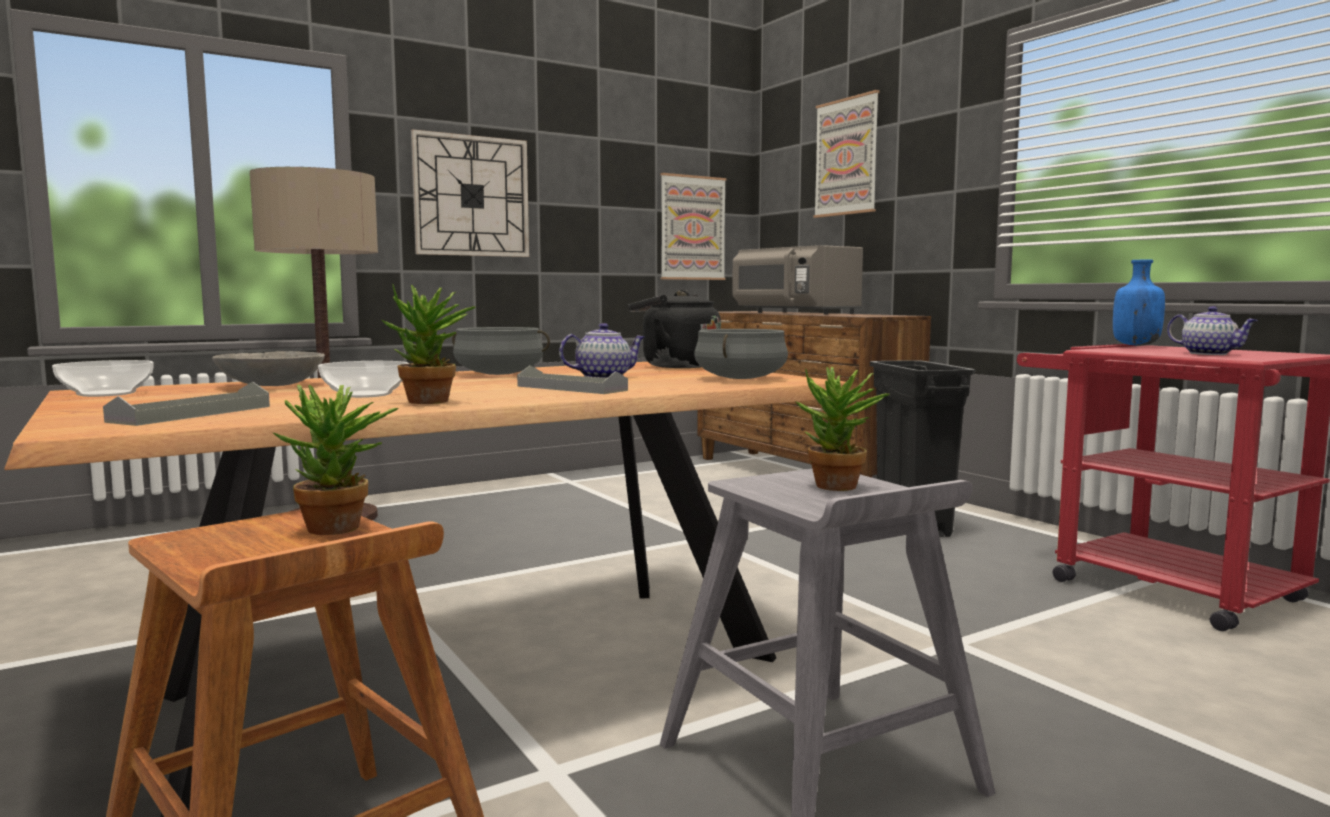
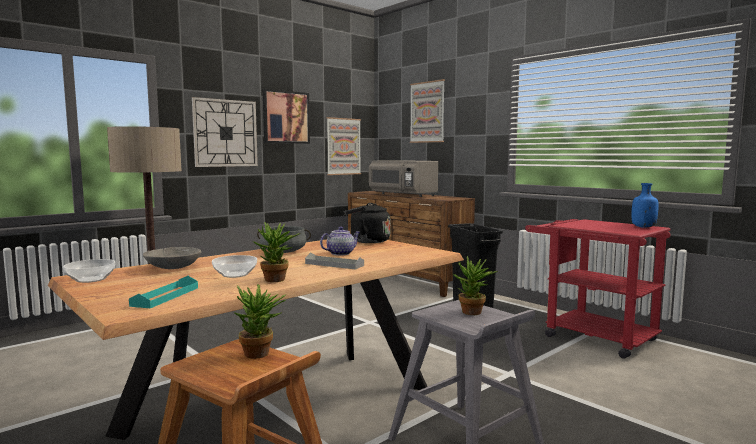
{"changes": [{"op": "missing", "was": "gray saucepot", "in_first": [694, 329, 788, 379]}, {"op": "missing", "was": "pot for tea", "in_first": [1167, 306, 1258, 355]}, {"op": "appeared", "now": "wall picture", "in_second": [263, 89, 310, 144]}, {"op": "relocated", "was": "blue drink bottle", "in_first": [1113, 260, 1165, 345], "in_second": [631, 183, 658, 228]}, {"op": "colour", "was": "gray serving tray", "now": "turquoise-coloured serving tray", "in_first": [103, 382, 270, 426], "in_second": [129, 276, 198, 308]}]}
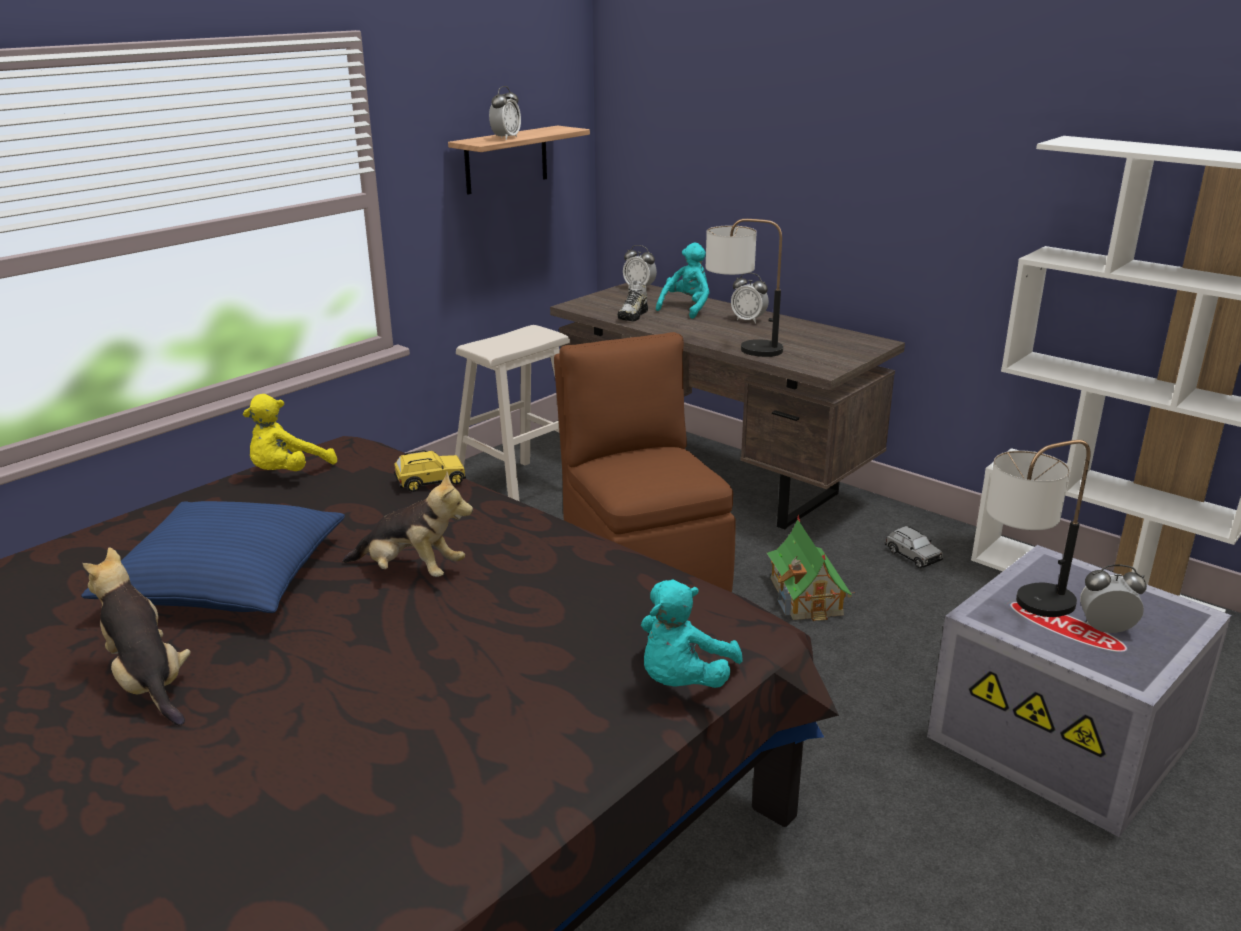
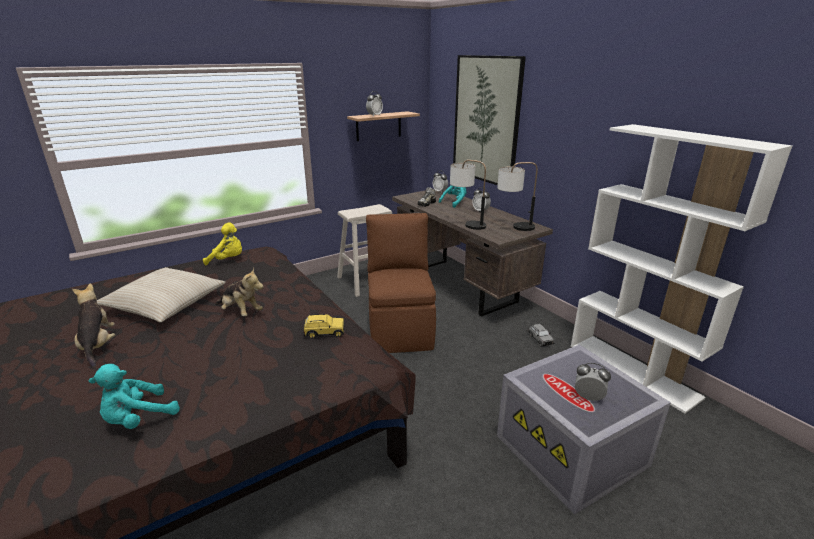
{"changes": [{"op": "missing", "was": "toy house", "in_first": [767, 515, 855, 621]}, {"op": "appeared", "now": "wall picture", "in_second": [453, 55, 526, 185]}, {"op": "relocated", "was": "yellowish model car", "in_first": [394, 450, 466, 492], "in_second": [303, 314, 344, 339]}, {"op": "relocated", "was": "turquoise-coloured soft toy", "in_first": [641, 579, 743, 688], "in_second": [89, 364, 180, 429]}, {"op": "relocated", "was": "tabletop lamp", "in_first": [986, 440, 1091, 617], "in_second": [497, 162, 538, 231]}, {"op": "colour", "was": "blue pillow", "now": "beige-coloured pillow", "in_first": [81, 501, 345, 613], "in_second": [97, 267, 226, 322]}, {"op": "spun", "was": "yellowish soft toy", "in_first": [243, 394, 337, 471], "in_second": [203, 222, 242, 265], "clockwise": -135}]}
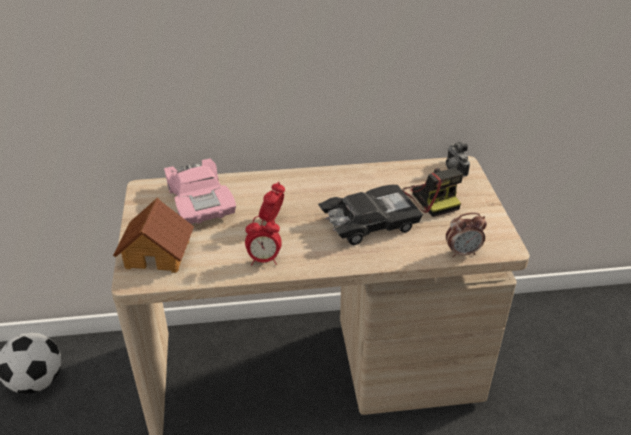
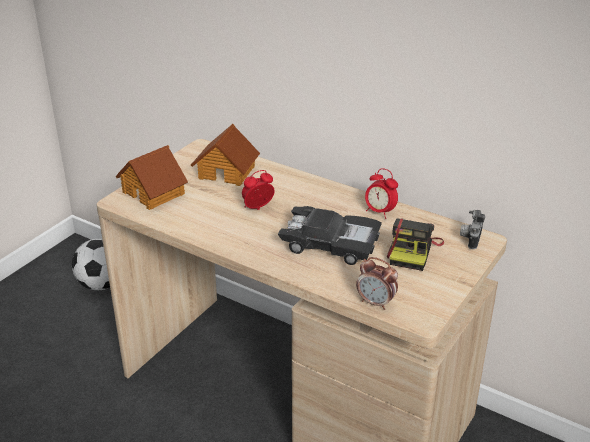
{"changes": [{"op": "relocated", "was": "alarm clock", "in_first": [245, 215, 282, 266], "in_second": [365, 168, 398, 219]}, {"op": "exchanged", "was": "pink-coloured model car", "now": "toy house", "in_first": [164, 158, 236, 224], "in_second": [191, 124, 260, 186]}]}
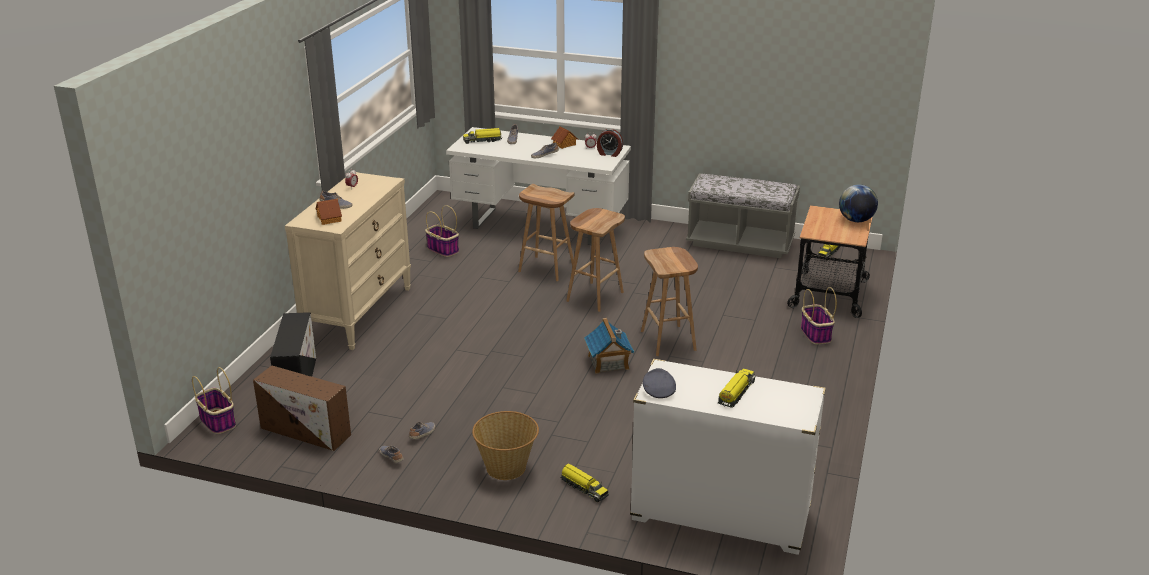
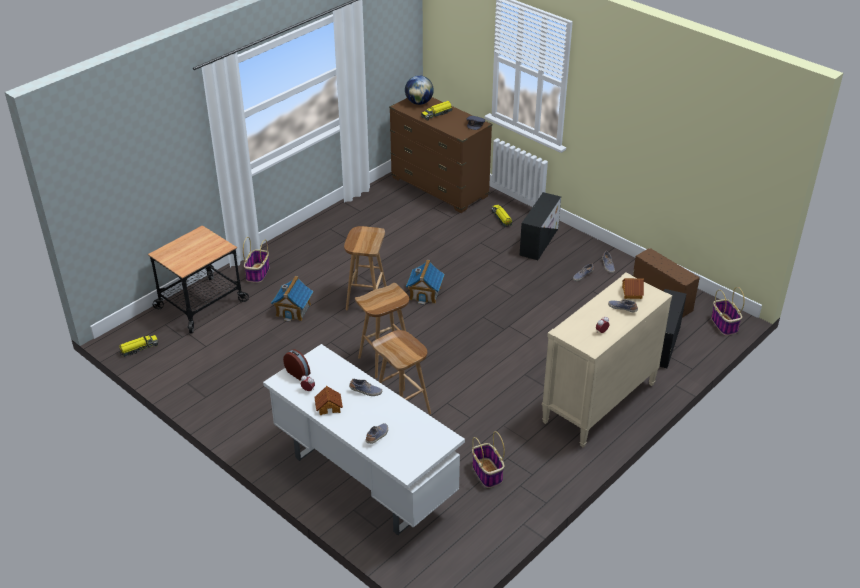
{"changes": [{"op": "missing", "was": "toy truck", "in_first": [463, 128, 502, 144]}, {"op": "missing", "was": "gray long seat", "in_first": [686, 173, 800, 258]}, {"op": "appeared", "now": "toy house", "in_second": [271, 276, 313, 322]}, {"op": "relocated", "was": "desk globe", "in_first": [839, 184, 878, 222], "in_second": [405, 75, 434, 105]}, {"op": "exchanged", "was": "household basket", "now": "black-coloured storage box", "in_first": [472, 411, 539, 480], "in_second": [520, 192, 561, 260]}, {"op": "colour", "was": "whitish drawer chest", "now": "brown drawer chest", "in_first": [630, 359, 826, 555], "in_second": [389, 97, 492, 213]}]}
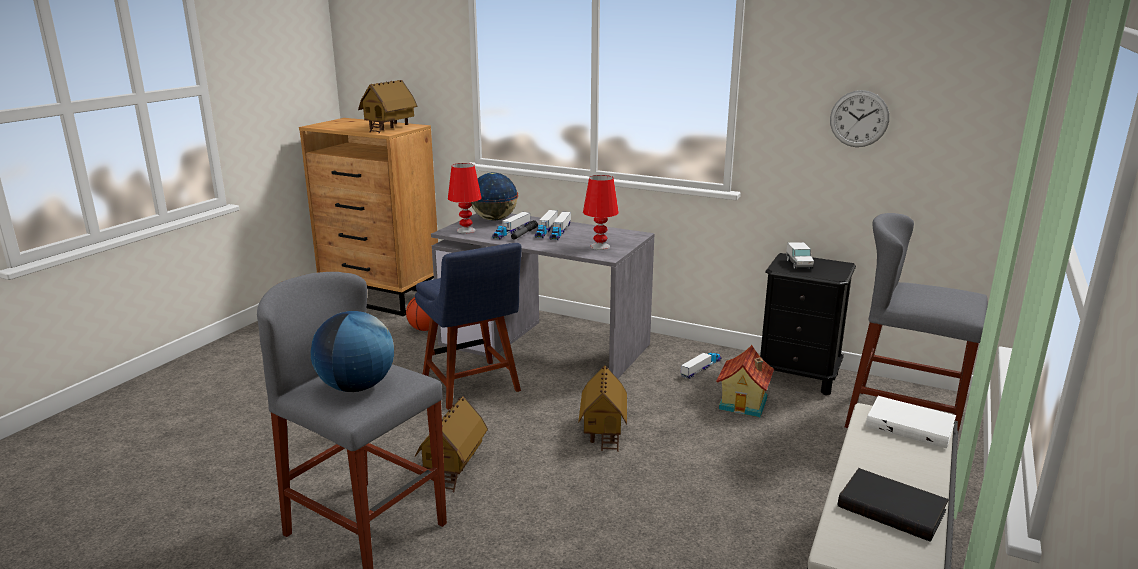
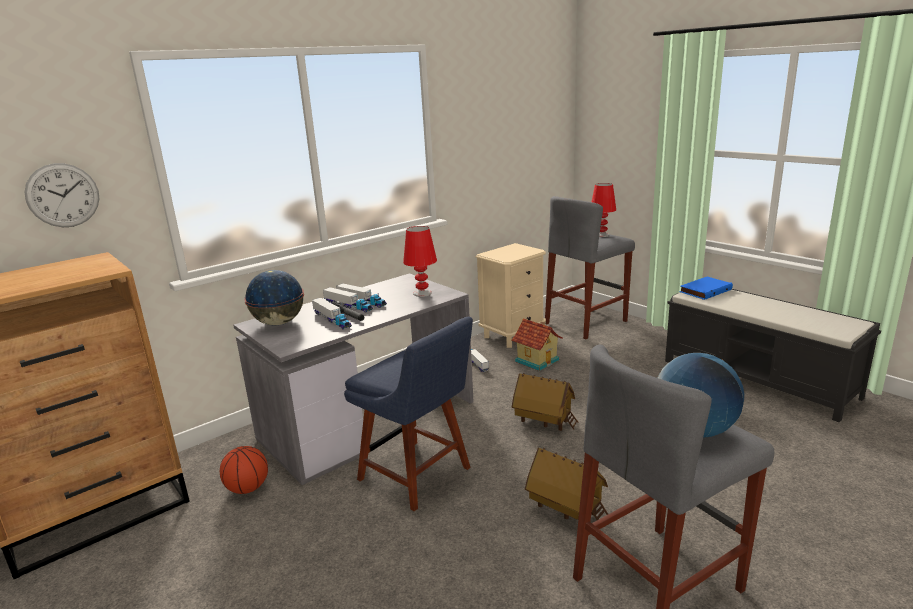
{"changes": [{"op": "missing", "was": "toy house", "in_first": [358, 80, 418, 133]}, {"op": "missing", "was": "toy truck", "in_first": [786, 242, 814, 269]}, {"op": "missing", "was": "black-coloured volume", "in_first": [838, 468, 949, 542]}, {"op": "relocated", "was": "red-coloured tabletop lamp", "in_first": [448, 163, 482, 233], "in_second": [592, 183, 616, 237]}, {"op": "relocated", "was": "hanging clock", "in_first": [830, 90, 889, 147], "in_second": [24, 163, 99, 227]}, {"op": "colour", "was": "black-coloured night table", "now": "beige-coloured night table", "in_first": [760, 253, 856, 395], "in_second": [476, 243, 546, 348]}, {"op": "colour", "was": "whitish volume", "now": "blue volume", "in_first": [866, 396, 956, 449], "in_second": [679, 277, 733, 300]}, {"op": "spun", "was": "blue upright chair", "in_first": [415, 243, 522, 410], "in_second": [344, 317, 473, 511], "clockwise": 45}]}
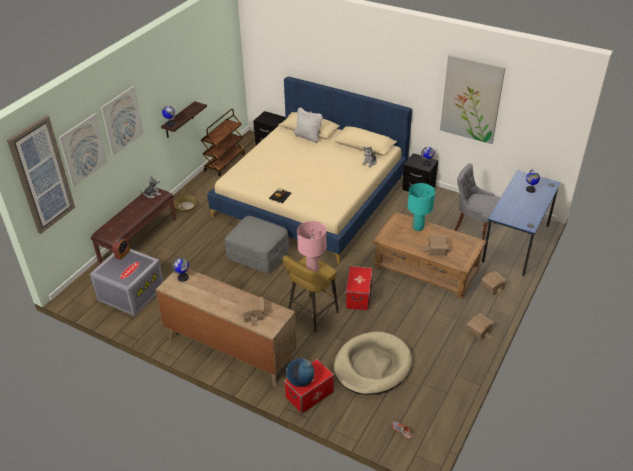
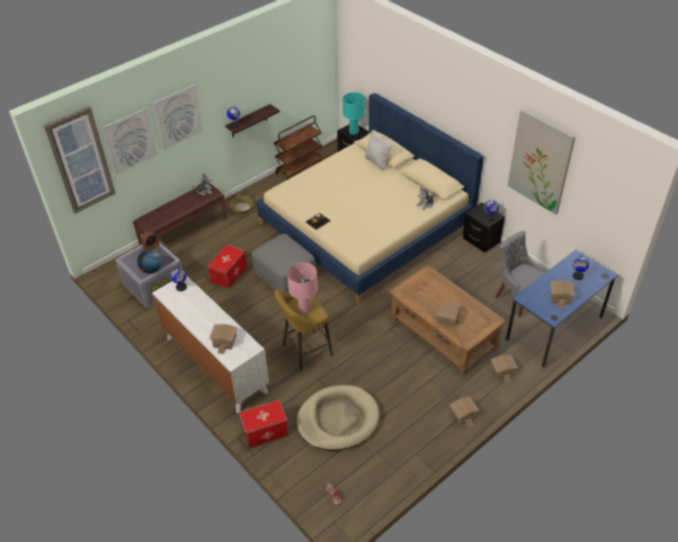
{"changes": [{"op": "appeared", "now": "toy house", "in_second": [550, 280, 575, 309]}, {"op": "relocated", "was": "desk globe", "in_first": [286, 358, 314, 387], "in_second": [137, 249, 162, 273]}, {"op": "relocated", "was": "storage box", "in_first": [345, 266, 373, 311], "in_second": [207, 244, 247, 289]}, {"op": "relocated", "was": "turquoise-coloured tabletop lamp", "in_first": [407, 183, 435, 231], "in_second": [343, 92, 365, 135]}, {"op": "colour", "was": "brown drawer chest", "now": "whitish drawer chest", "in_first": [155, 269, 297, 386], "in_second": [152, 275, 269, 413]}]}
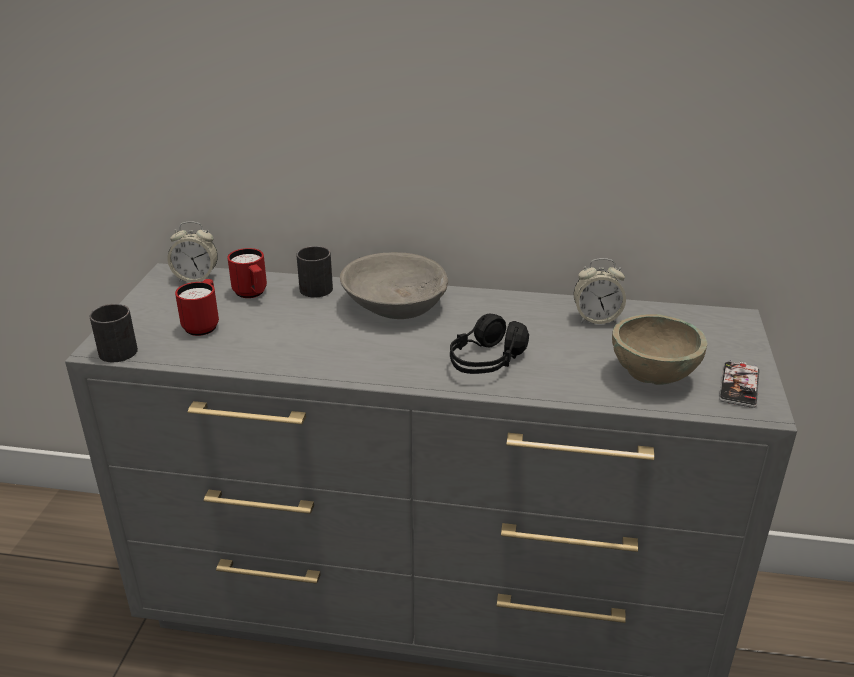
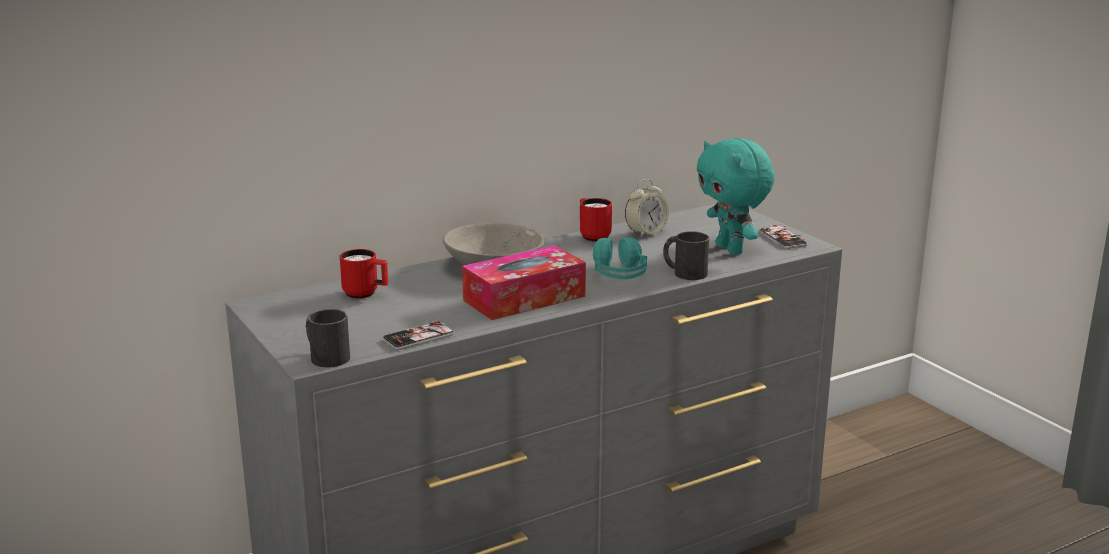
{"changes": [{"op": "missing", "was": "alarm clock", "in_first": [168, 221, 218, 282]}, {"op": "appeared", "now": "phone", "in_second": [382, 319, 454, 350]}, {"op": "appeared", "now": "tissue holder", "in_second": [462, 245, 586, 320]}, {"op": "relocated", "was": "red-coloured mug", "in_first": [175, 279, 219, 336], "in_second": [580, 198, 612, 242]}, {"op": "relocated", "was": "black-coloured mug", "in_first": [296, 246, 333, 298], "in_second": [663, 231, 709, 280]}, {"op": "exchanged", "was": "beige-coloured serving bowl", "now": "turquoise-coloured soft toy", "in_first": [612, 314, 707, 385], "in_second": [697, 138, 775, 255]}, {"op": "colour", "was": "black-coloured headset", "now": "turquoise-coloured headset", "in_first": [450, 314, 529, 374], "in_second": [593, 237, 647, 279]}]}
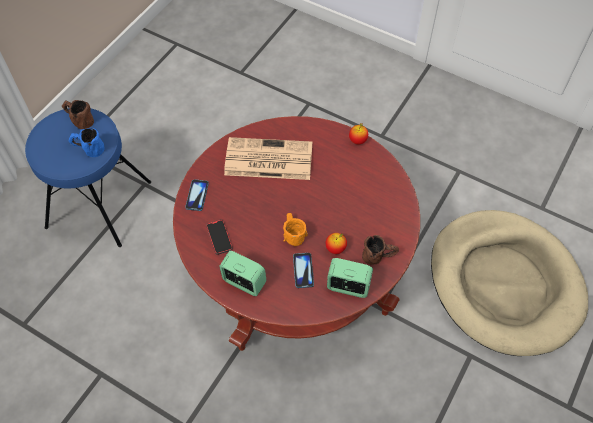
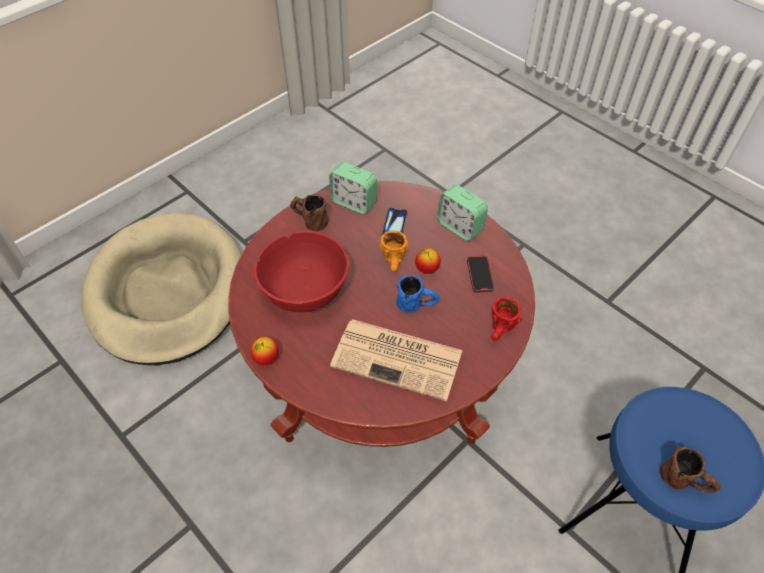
{"changes": [{"op": "appeared", "now": "red-coloured serving bowl", "in_second": [254, 231, 349, 312]}, {"op": "relocated", "was": "blue mug", "in_first": [69, 128, 105, 157], "in_second": [396, 275, 440, 312]}, {"op": "relocated", "was": "apple fruit", "in_first": [326, 233, 347, 254], "in_second": [415, 248, 441, 274]}, {"op": "exchanged", "was": "phone", "now": "red-coloured mug", "in_first": [185, 179, 209, 211], "in_second": [491, 297, 522, 341]}]}
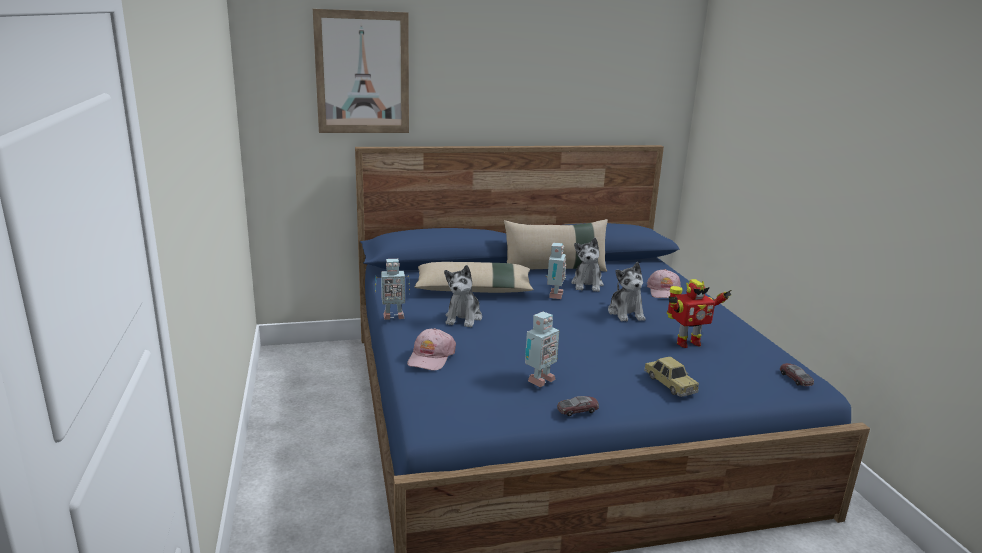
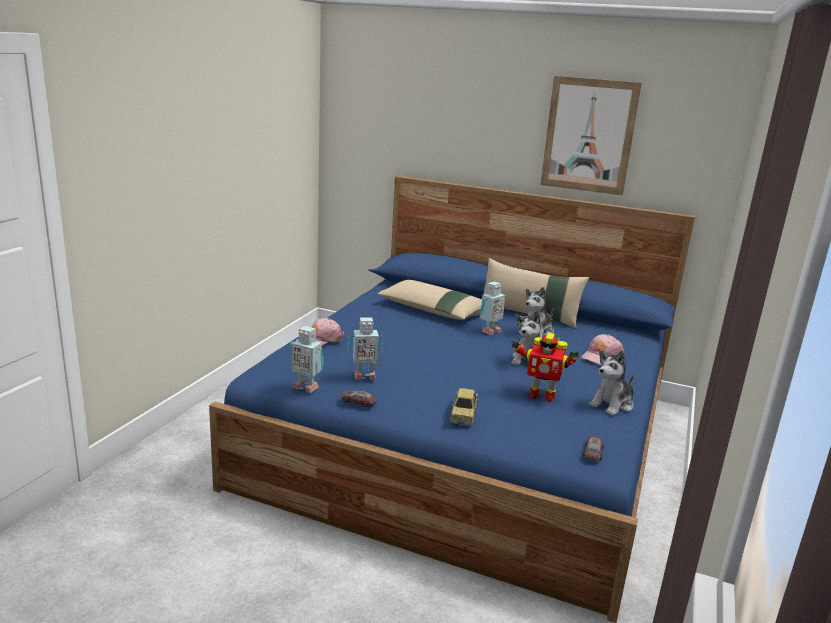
{"changes": [{"op": "relocated", "was": "wall picture", "in_first": [313, 9, 409, 133], "in_second": [540, 76, 642, 196]}, {"op": "relocated", "was": "model robot", "in_first": [375, 259, 410, 319], "in_second": [290, 326, 324, 393]}, {"op": "relocated", "was": "soft toy", "in_first": [444, 265, 482, 327], "in_second": [589, 350, 634, 416]}]}
